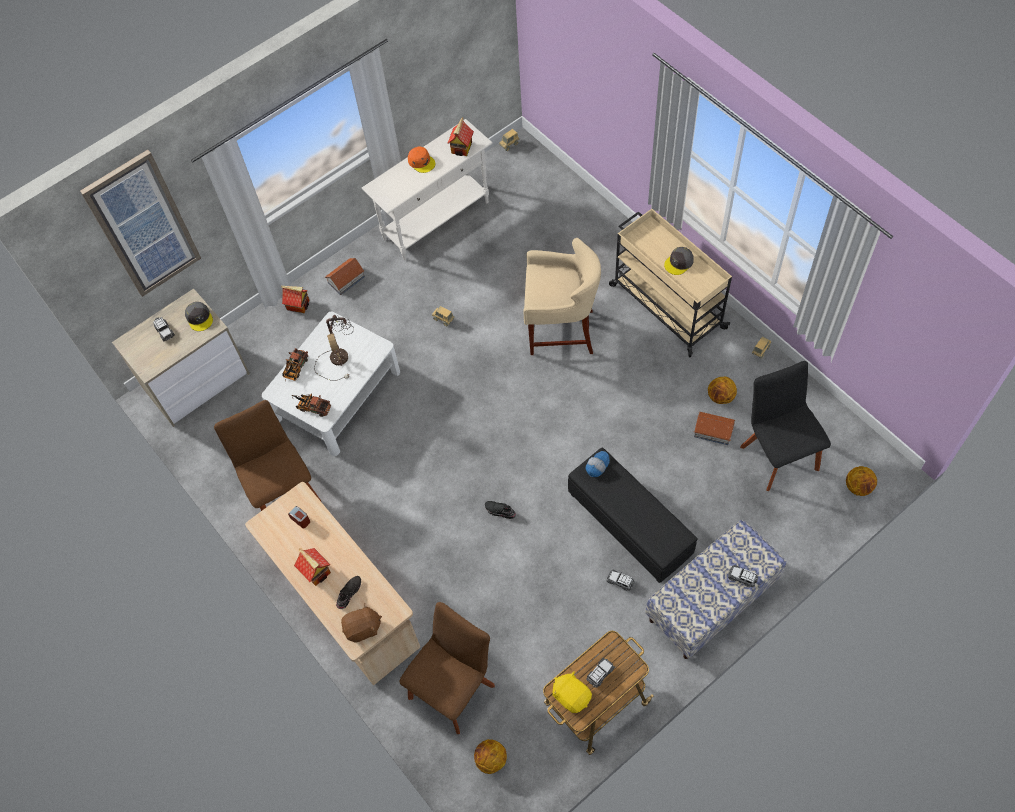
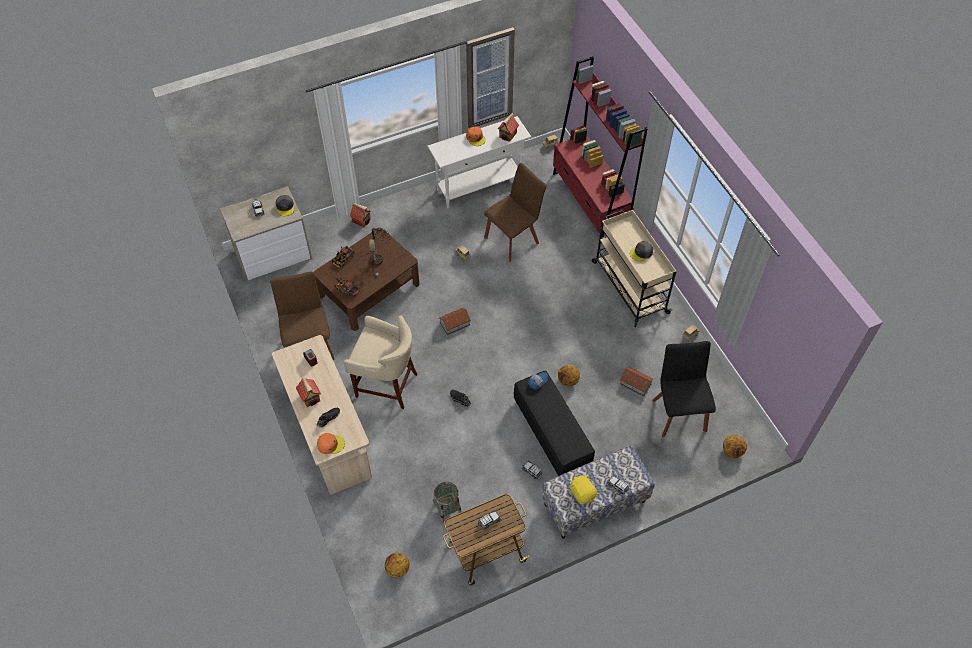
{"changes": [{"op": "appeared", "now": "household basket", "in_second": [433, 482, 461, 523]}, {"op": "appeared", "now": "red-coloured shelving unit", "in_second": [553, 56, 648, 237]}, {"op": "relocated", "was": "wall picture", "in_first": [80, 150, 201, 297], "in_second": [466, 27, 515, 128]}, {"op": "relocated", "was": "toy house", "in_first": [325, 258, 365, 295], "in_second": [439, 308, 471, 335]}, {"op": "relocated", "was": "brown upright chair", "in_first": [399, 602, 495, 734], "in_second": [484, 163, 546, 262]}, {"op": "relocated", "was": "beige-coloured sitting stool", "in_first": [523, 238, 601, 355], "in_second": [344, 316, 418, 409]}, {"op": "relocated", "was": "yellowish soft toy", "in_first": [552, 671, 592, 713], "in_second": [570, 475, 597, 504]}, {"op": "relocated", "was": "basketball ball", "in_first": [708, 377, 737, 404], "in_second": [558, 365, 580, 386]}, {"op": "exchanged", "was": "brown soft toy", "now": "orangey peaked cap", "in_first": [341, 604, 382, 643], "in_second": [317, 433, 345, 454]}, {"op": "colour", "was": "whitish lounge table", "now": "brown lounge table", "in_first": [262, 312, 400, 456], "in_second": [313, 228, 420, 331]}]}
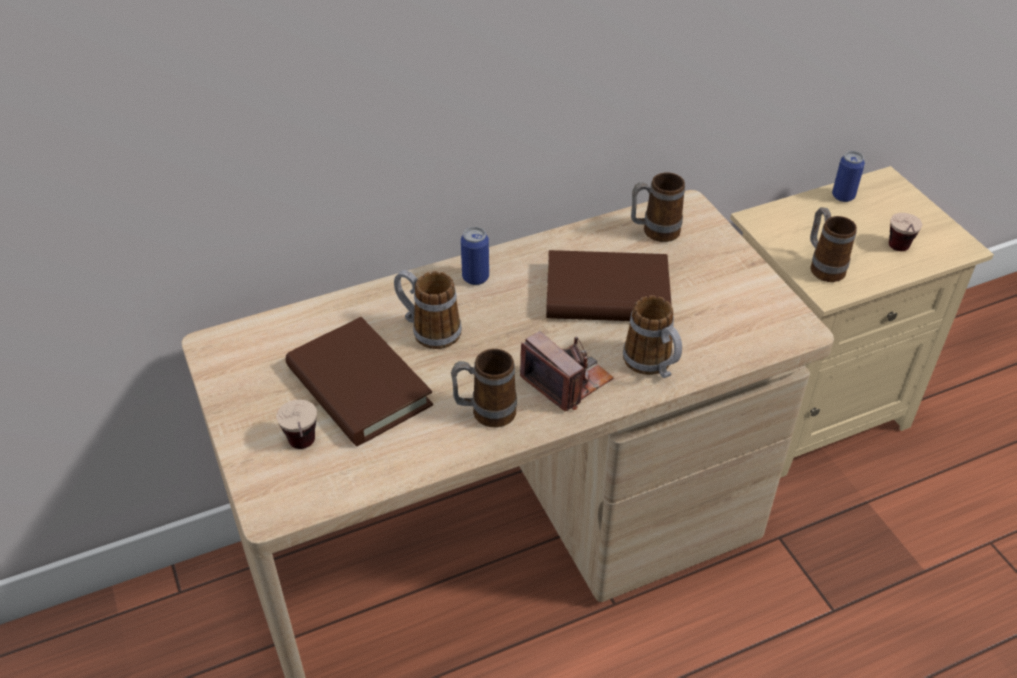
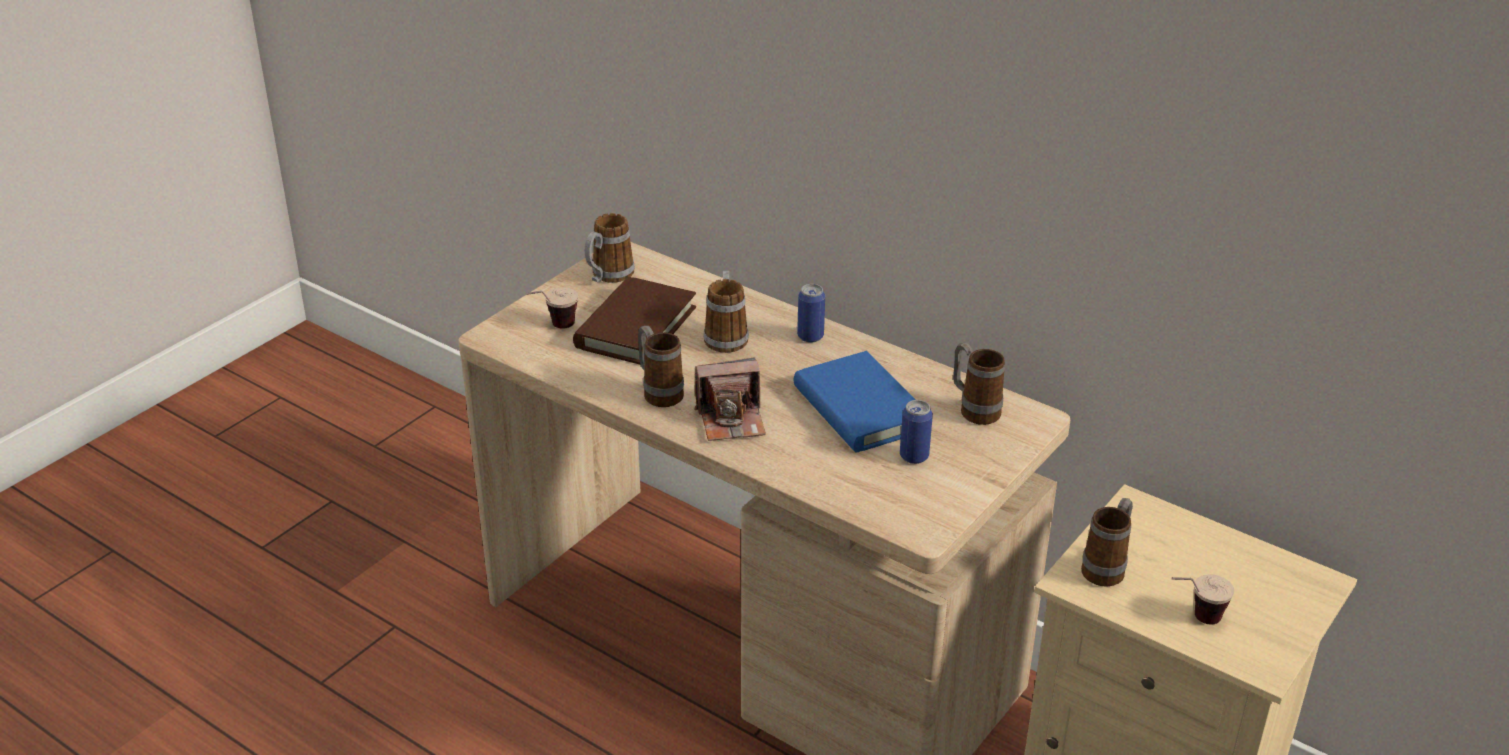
{"changes": [{"op": "relocated", "was": "mug", "in_first": [623, 296, 682, 378], "in_second": [585, 213, 634, 283]}, {"op": "relocated", "was": "metal can", "in_first": [832, 151, 865, 202], "in_second": [900, 400, 933, 464]}, {"op": "colour", "was": "brown volume", "now": "blue volume", "in_first": [546, 250, 672, 321], "in_second": [794, 351, 915, 453]}, {"op": "spun", "was": "photo camera", "in_first": [520, 331, 614, 411], "in_second": [694, 357, 766, 441], "clockwise": 60}]}
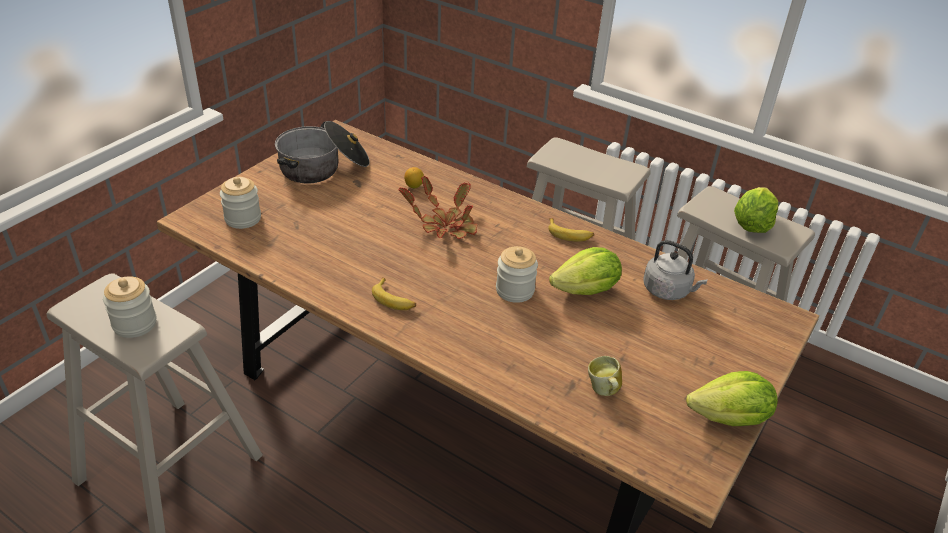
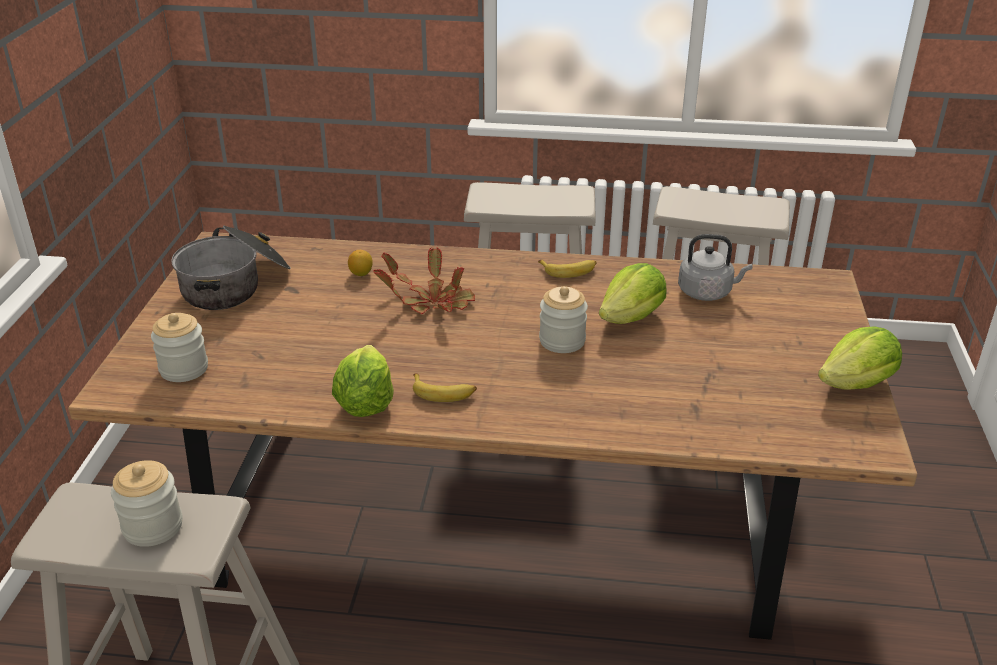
{"changes": [{"op": "missing", "was": "mug", "in_first": [588, 356, 622, 396]}, {"op": "relocated", "was": "lettuce", "in_first": [734, 187, 778, 233], "in_second": [332, 345, 394, 417]}]}
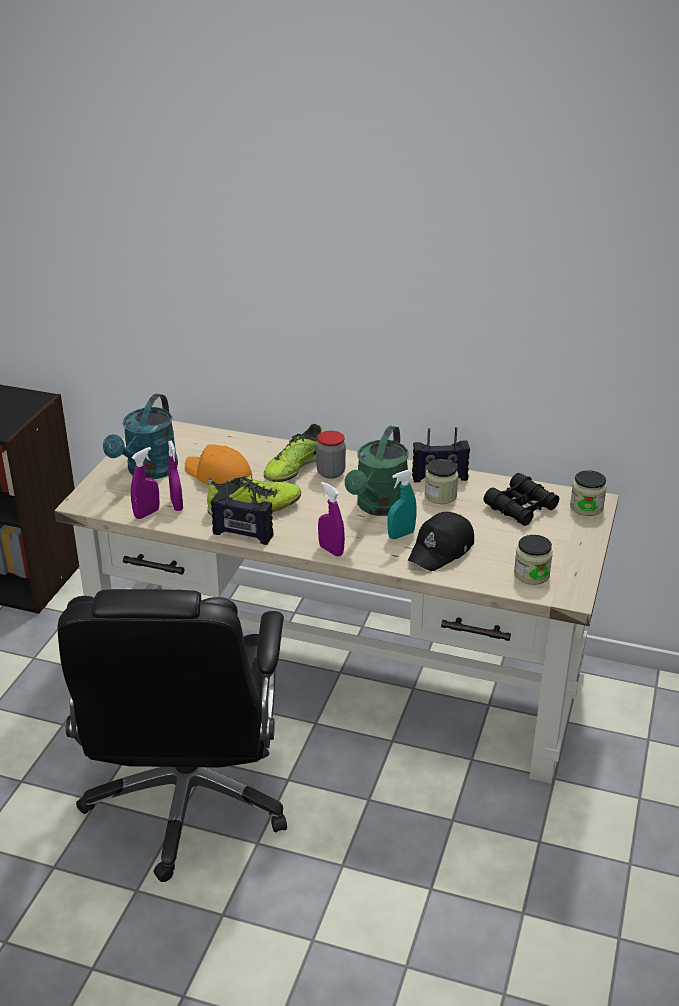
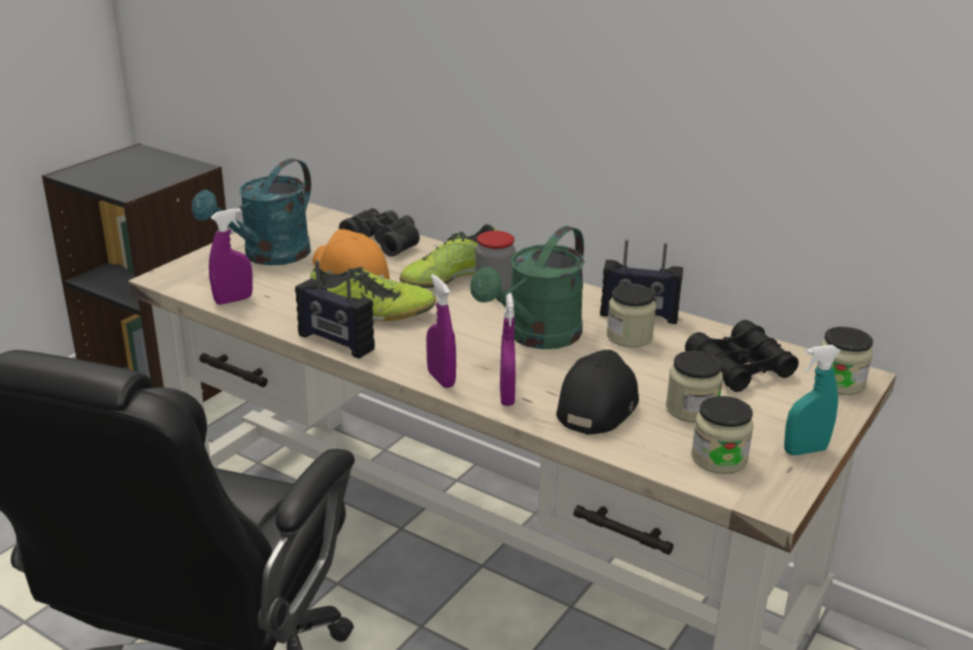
{"changes": [{"op": "appeared", "now": "black-coloured pair of binoculars", "in_second": [339, 208, 420, 257]}, {"op": "appeared", "now": "jar", "in_second": [666, 350, 723, 423]}, {"op": "relocated", "was": "purple spray bottle", "in_first": [168, 440, 183, 511], "in_second": [500, 294, 516, 406]}, {"op": "relocated", "was": "turquoise-coloured spray bottle", "in_first": [387, 470, 417, 539], "in_second": [784, 345, 841, 455]}, {"op": "spun", "was": "black-coloured peaked cap", "in_first": [408, 512, 474, 571], "in_second": [556, 350, 639, 435], "clockwise": 150}]}
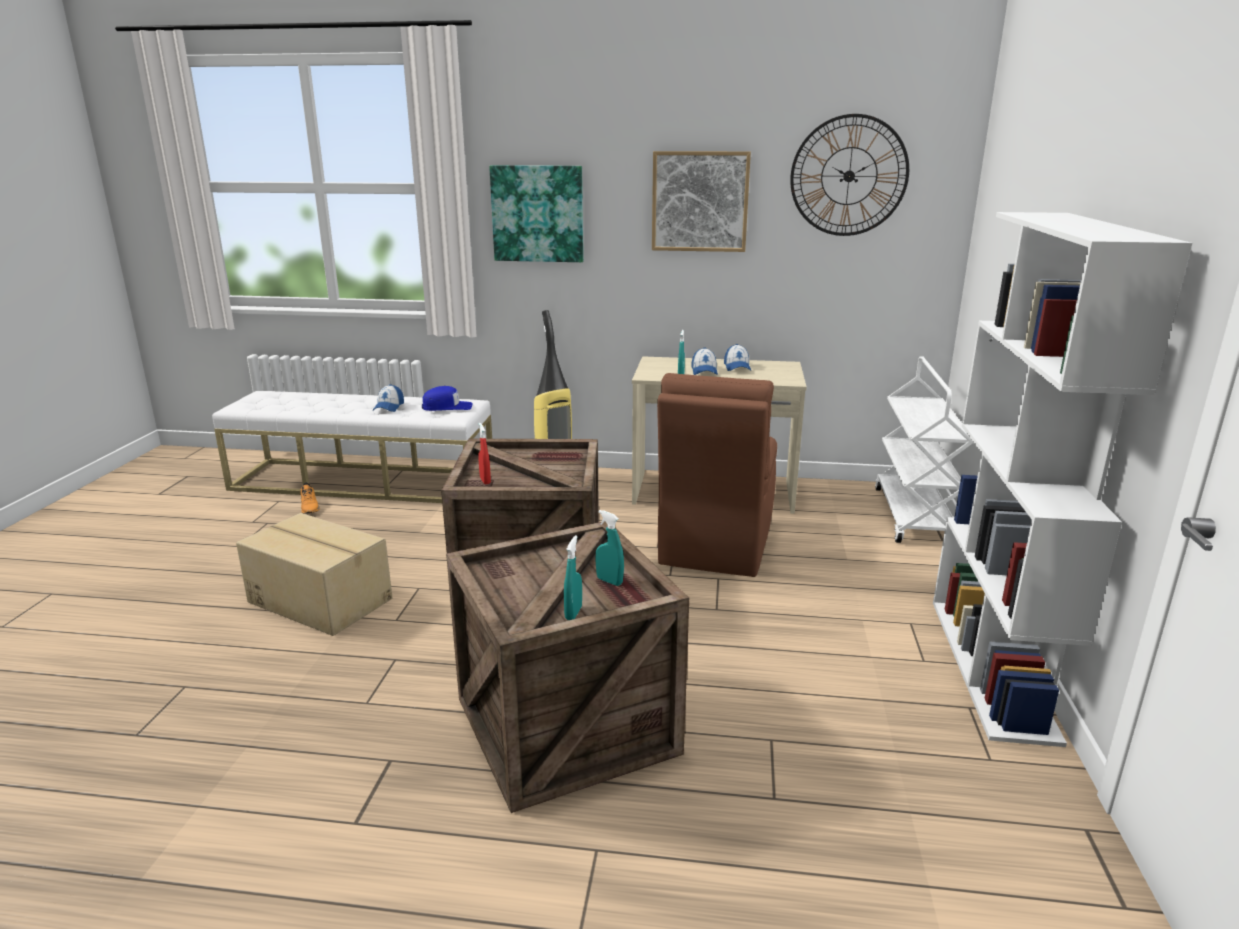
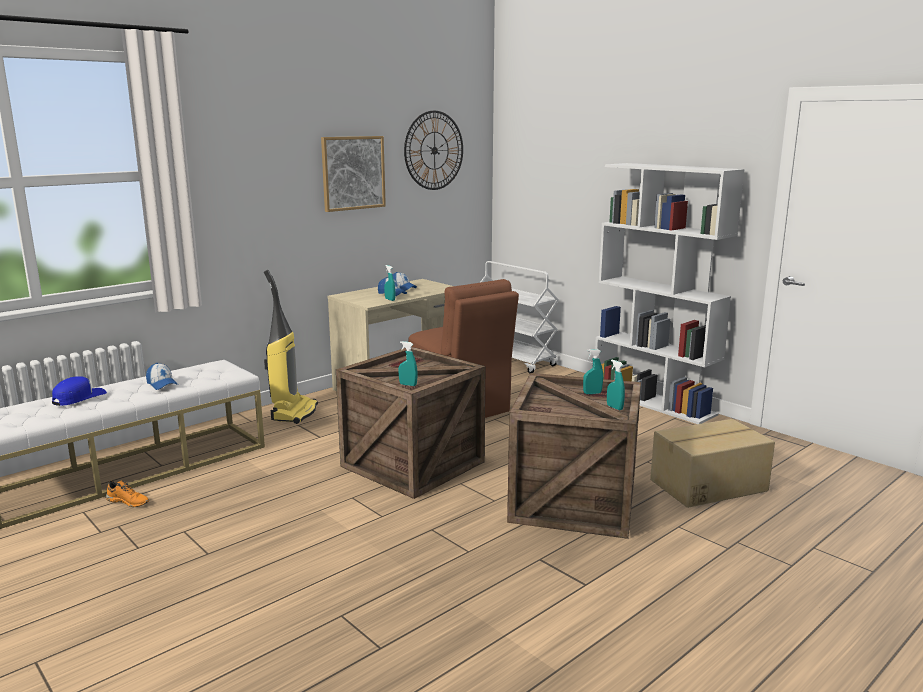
{"changes": [{"op": "missing", "was": "wall picture", "in_first": [489, 165, 584, 262]}, {"op": "relocated", "was": "cardboard box", "in_first": [236, 513, 393, 636], "in_second": [650, 419, 775, 508]}, {"op": "relocated", "was": "blue peaked cap", "in_first": [422, 386, 472, 411], "in_second": [52, 376, 107, 406]}, {"op": "colour", "was": "red-coloured spray bottle", "now": "turquoise-coloured spray bottle", "in_first": [478, 423, 491, 484], "in_second": [398, 341, 418, 386]}]}
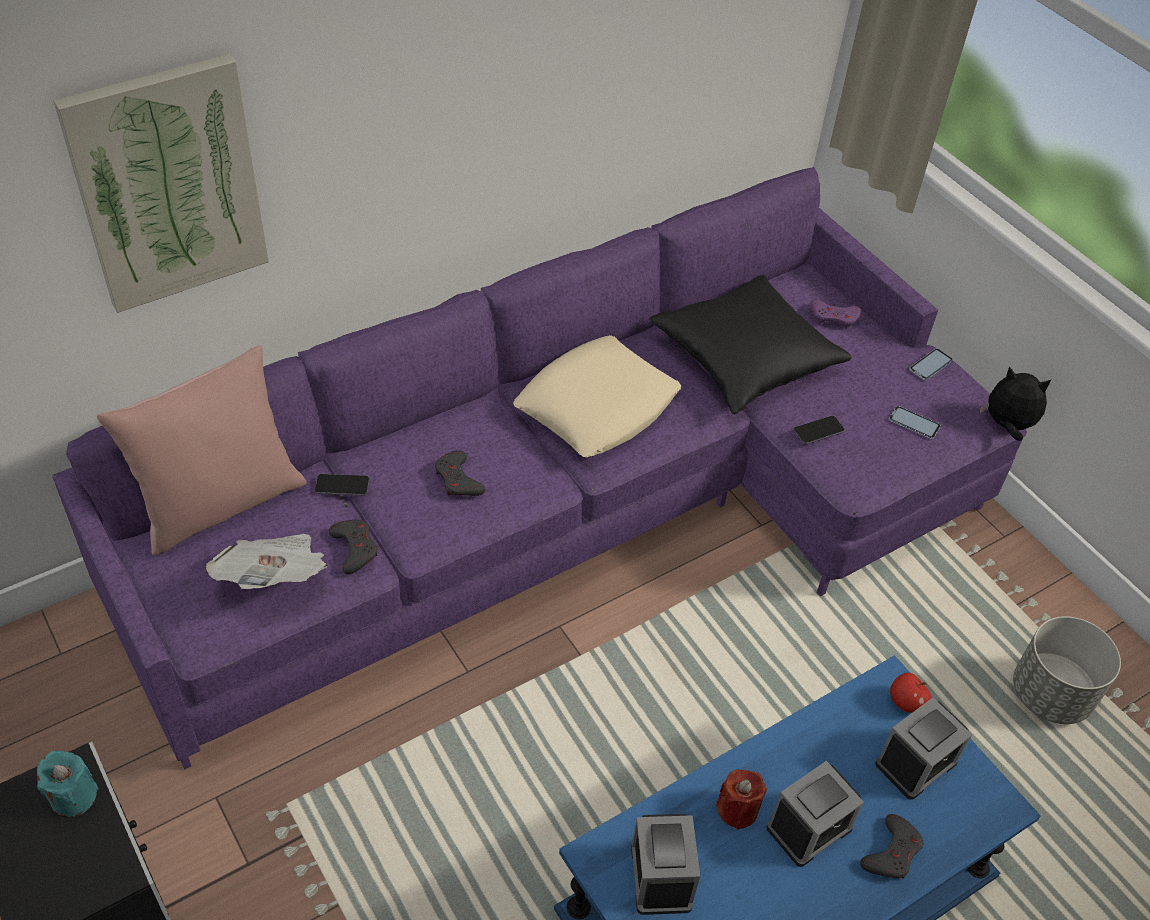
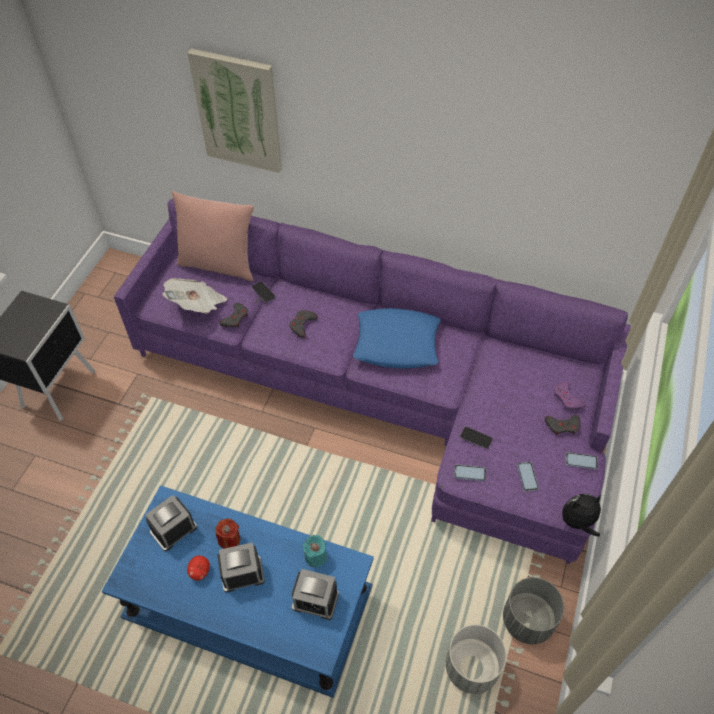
{"changes": [{"op": "missing", "was": "black-coloured pillow", "in_first": [649, 275, 852, 414]}, {"op": "appeared", "now": "phone", "in_second": [454, 464, 486, 481]}, {"op": "appeared", "now": "gray plant pot", "in_second": [503, 577, 564, 644]}, {"op": "relocated", "was": "turquoise-coloured candle", "in_first": [37, 750, 98, 817], "in_second": [303, 535, 327, 567]}, {"op": "relocated", "was": "gray joypad", "in_first": [860, 814, 923, 879], "in_second": [545, 415, 580, 435]}, {"op": "relocated", "was": "apple fruit", "in_first": [890, 673, 931, 713], "in_second": [187, 556, 210, 581]}, {"op": "colour", "was": "beige-coloured pillow", "now": "blue pillow", "in_first": [513, 335, 681, 457], "in_second": [353, 308, 441, 369]}, {"op": "spun", "was": "alarm clock", "in_first": [767, 761, 864, 867], "in_second": [218, 542, 265, 593], "clockwise": 150}, {"op": "spun", "was": "soft toy", "in_first": [980, 366, 1052, 441], "in_second": [562, 494, 601, 537], "clockwise": -90}]}
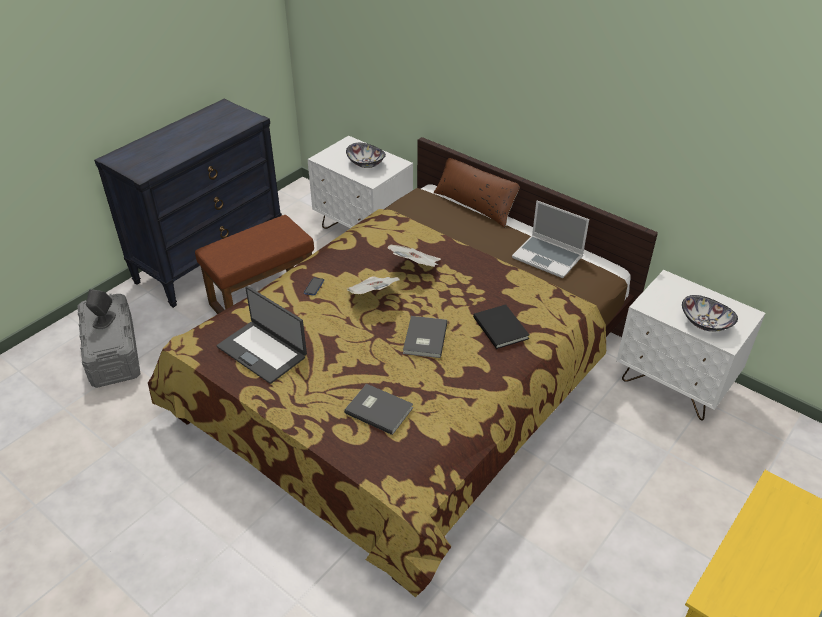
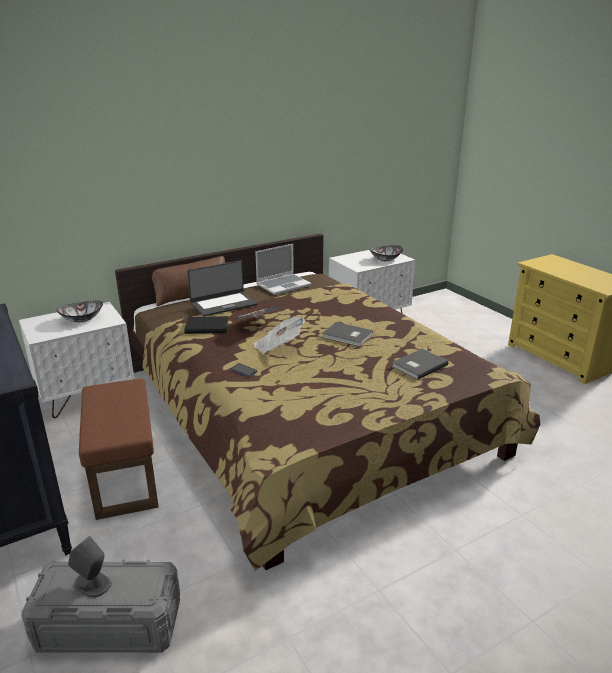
{"changes": [{"op": "relocated", "was": "notebook computer", "in_first": [217, 286, 307, 384], "in_second": [187, 260, 258, 317]}, {"op": "relocated", "was": "black-coloured volume", "in_first": [473, 304, 529, 349], "in_second": [184, 316, 228, 334]}]}
